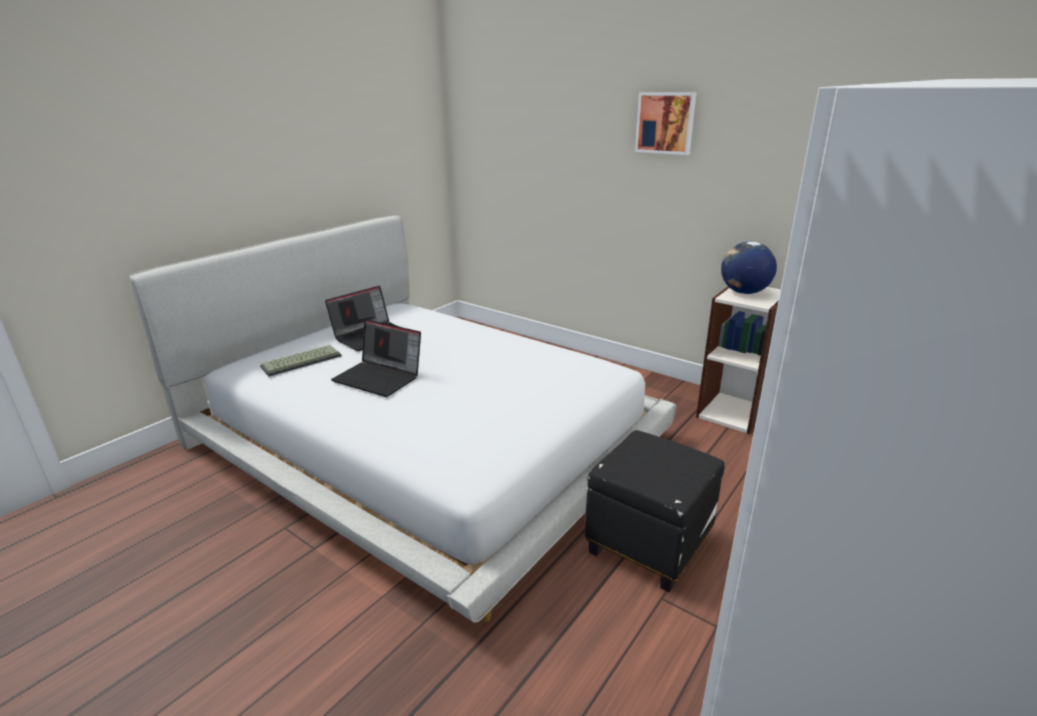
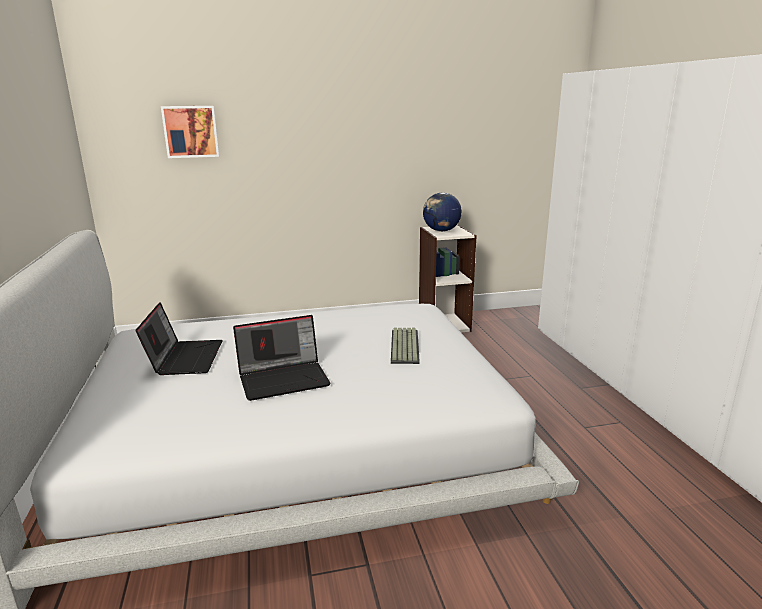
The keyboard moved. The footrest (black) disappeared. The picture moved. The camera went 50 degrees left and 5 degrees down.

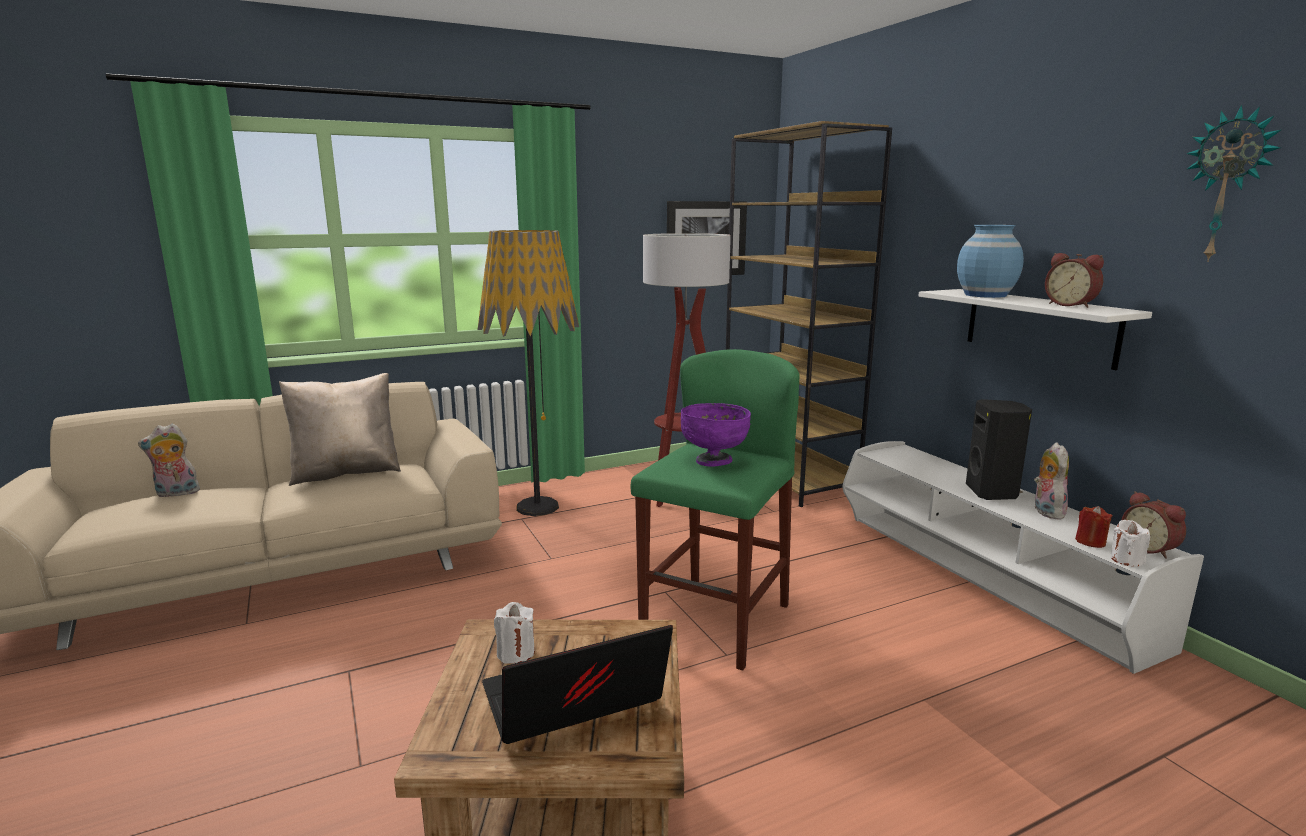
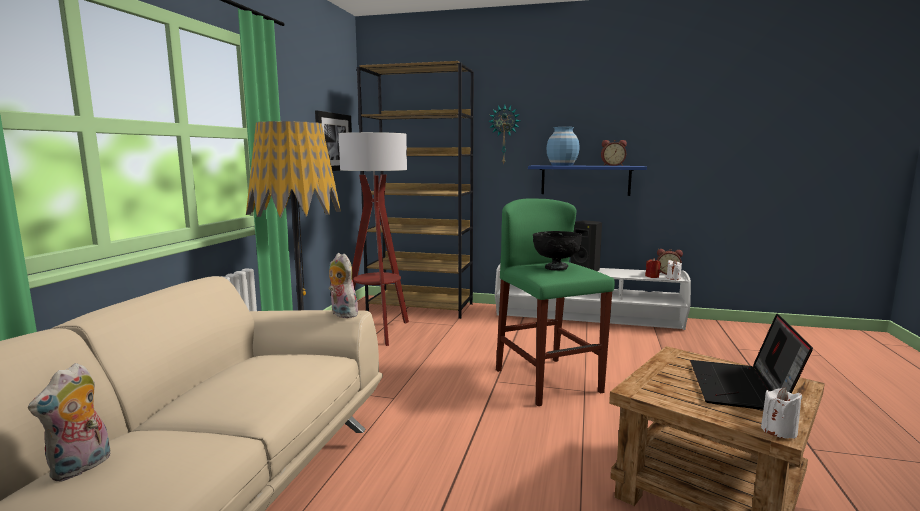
The cushion (beige-coloured) disappeared. The wax candle (white) (no. 1 from left in the first image) moved. The bowl (purple) became the bowl (black). The wall shelf (white) became the wall shelf (bluish). The cuddly toy (no. 2 from left) moved. The hanging clock moved. The camera went 50 degrees left and 5 degrees down.

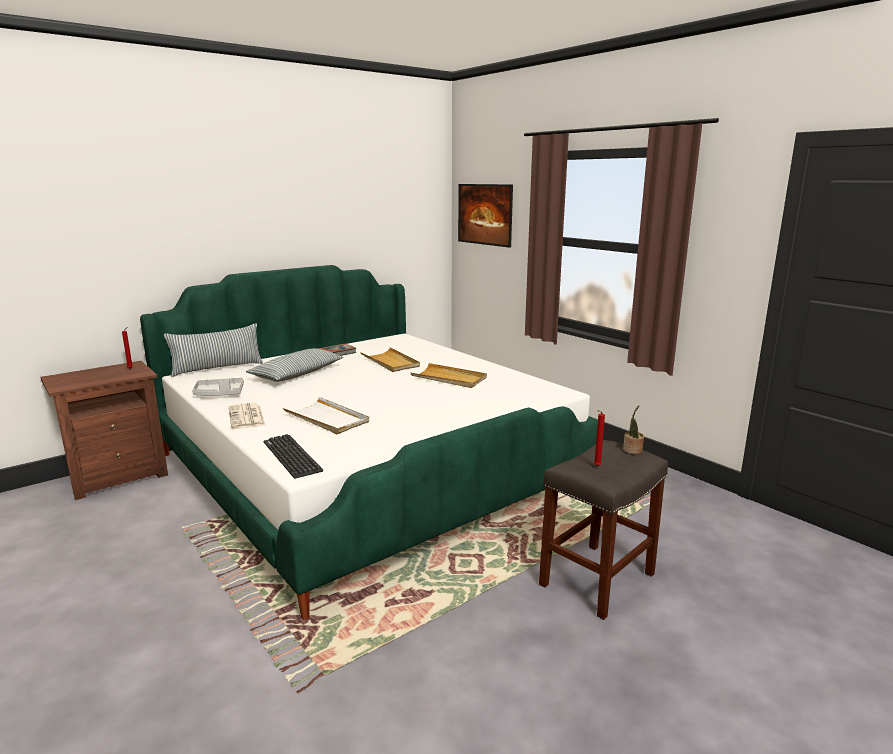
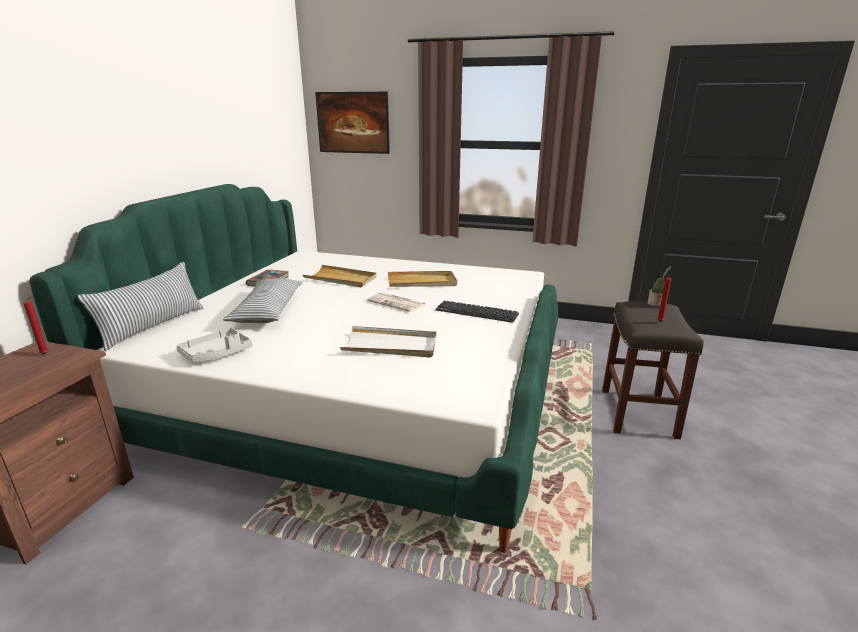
The printed paper moved. The keyboard moved. The camera went 35 degrees left and 5 degrees up.

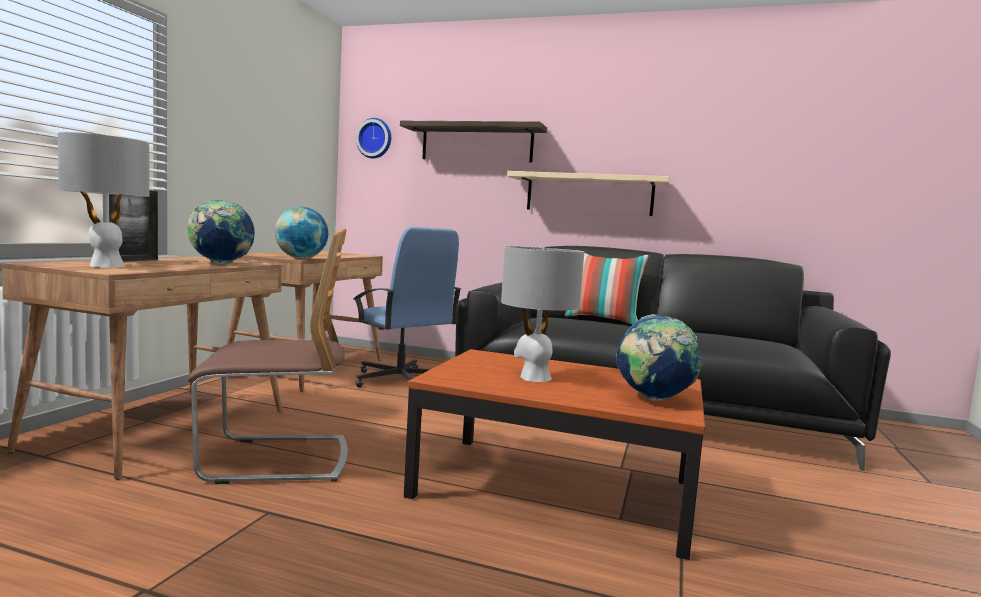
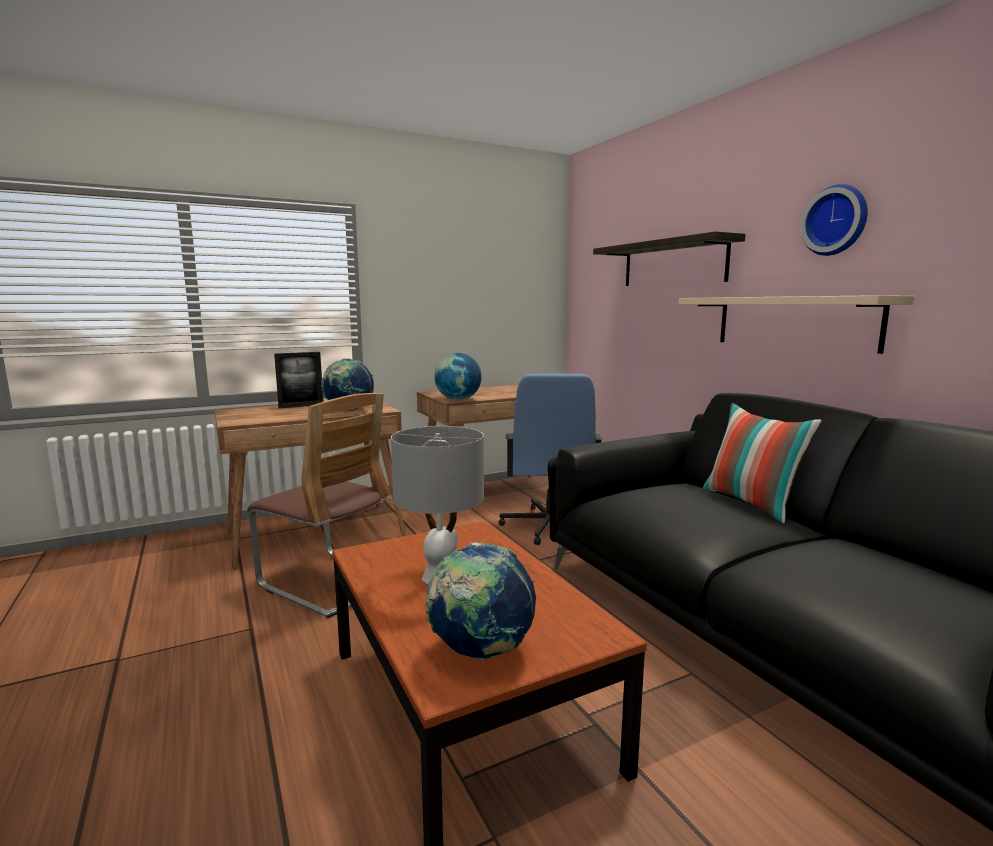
The table lamp (grey) (no. 1 from left) disappeared. The hanging clock moved. The camera went 45 degrees right and 5 degrees up.

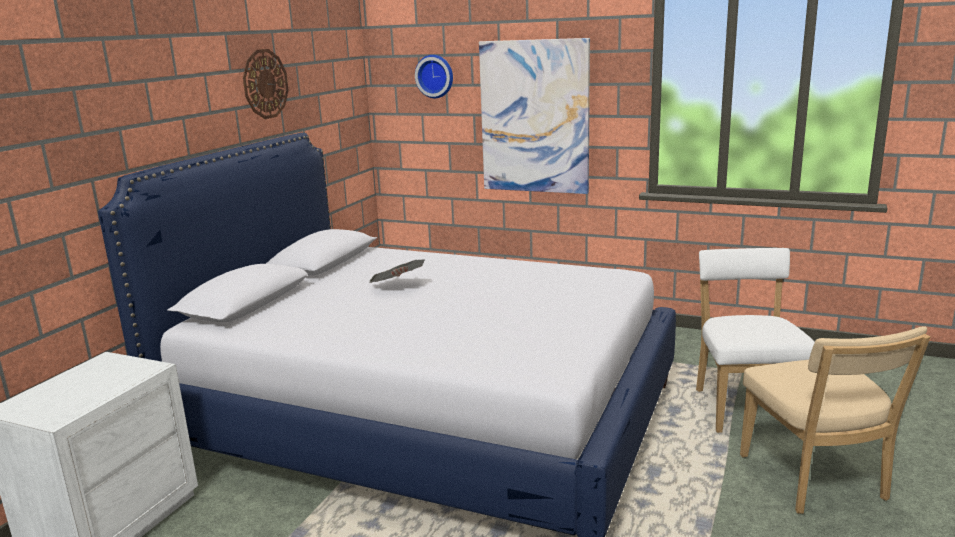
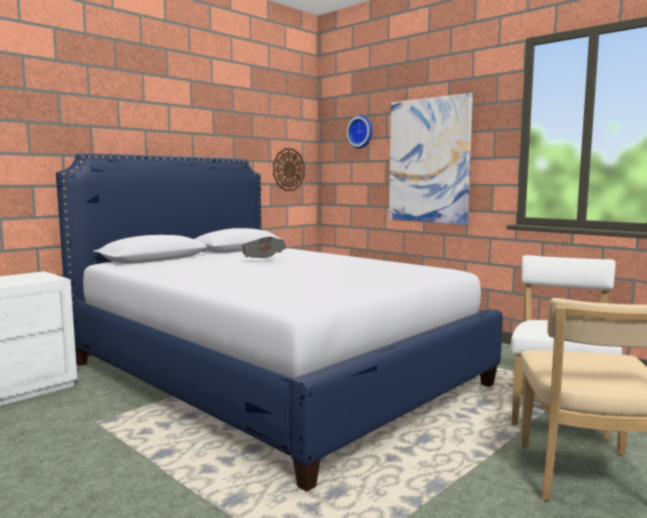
The hanging clock (no. 1 from left) moved. The camera went 20 degrees right and 10 degrees down.

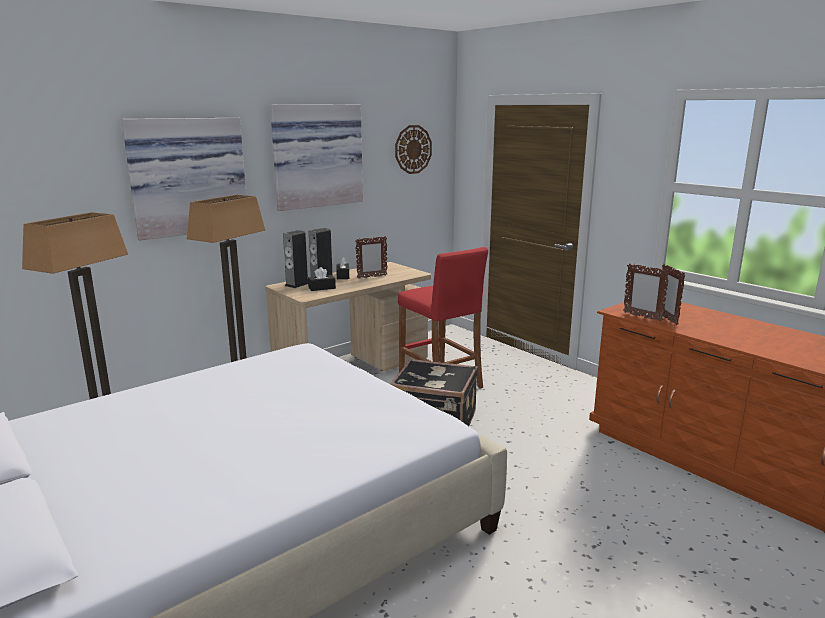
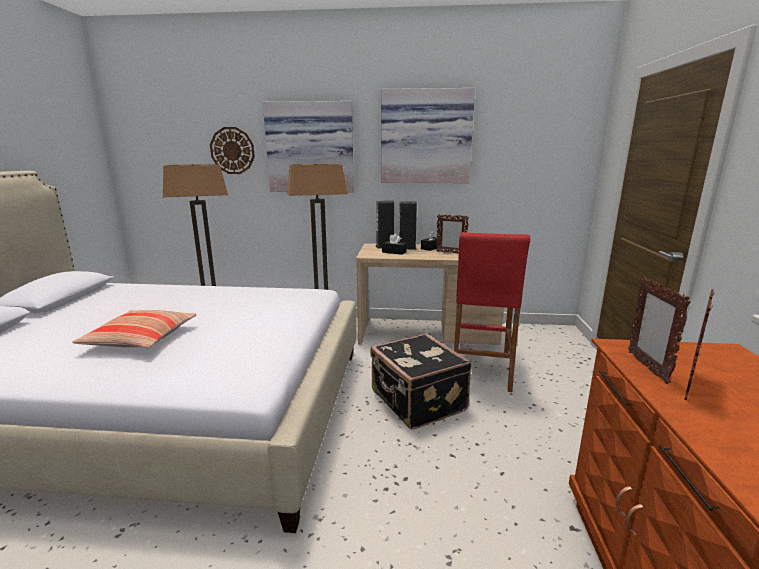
The hanging clock moved. The cushion appeared. The camera went 45 degrees right and 0 degrees up.

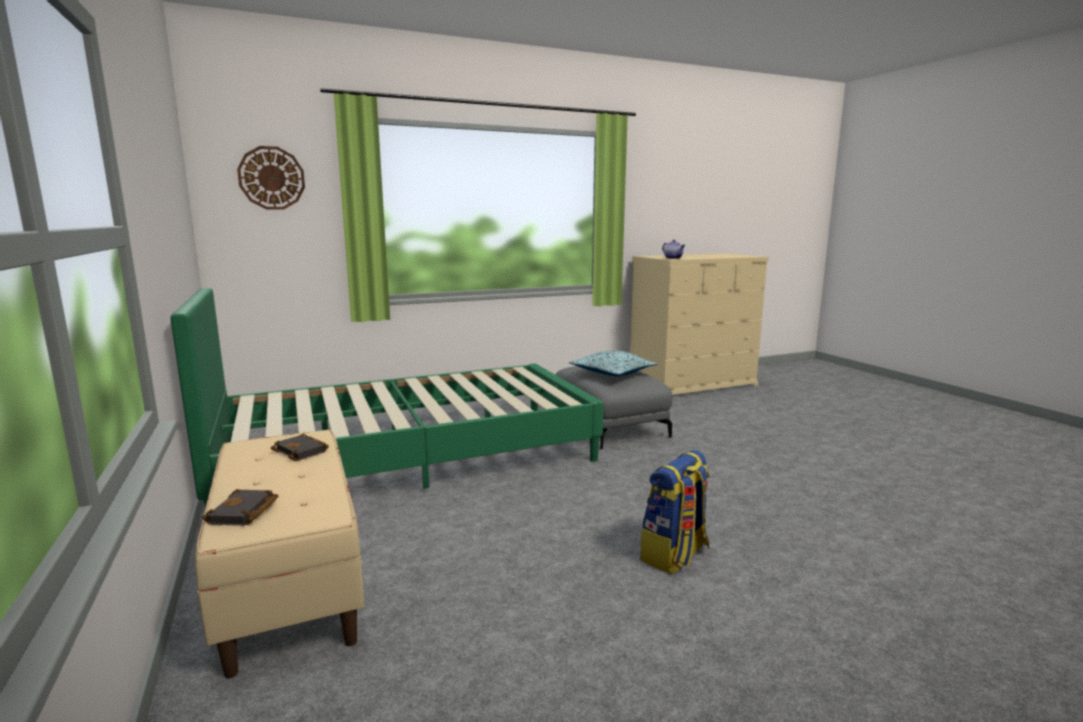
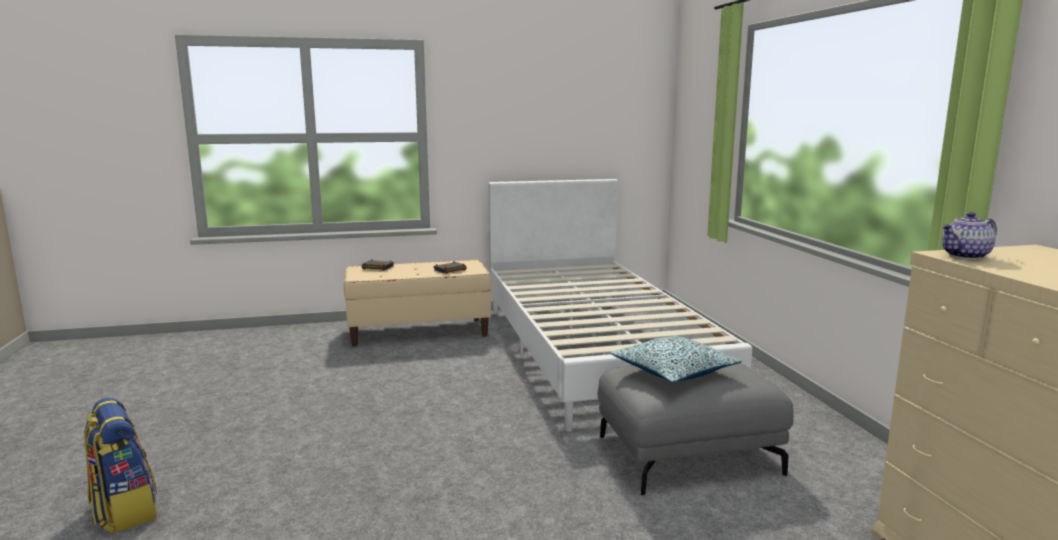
The bedroom bed (green-coloured) became the bedroom bed (white). The hanging clock disappeared. The rucksack moved. The camera went 100 degrees right and 0 degrees up.

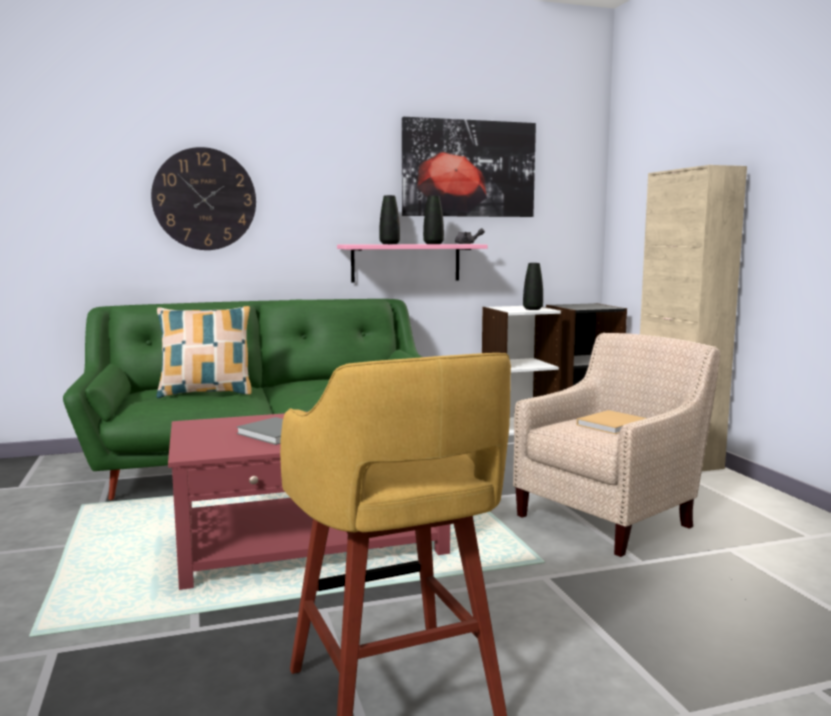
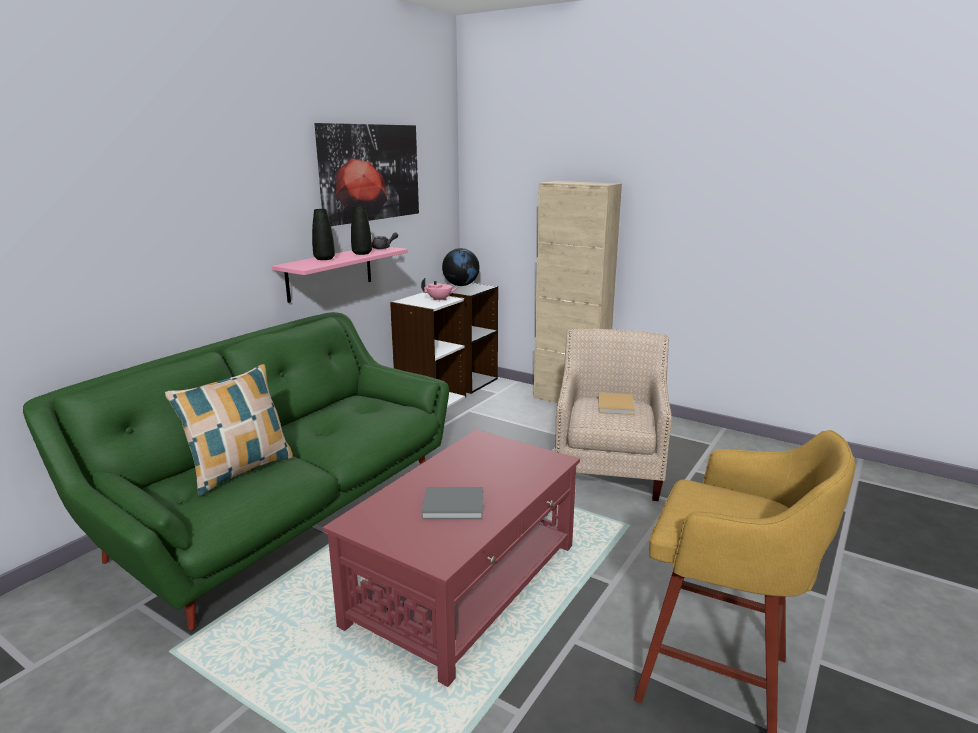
The hanging clock disappeared. The decorative vase (black) (no. 3 from left) was replaced by the tea pot (pinkish). The globe appeared. The camera went 40 degrees left and 10 degrees up.

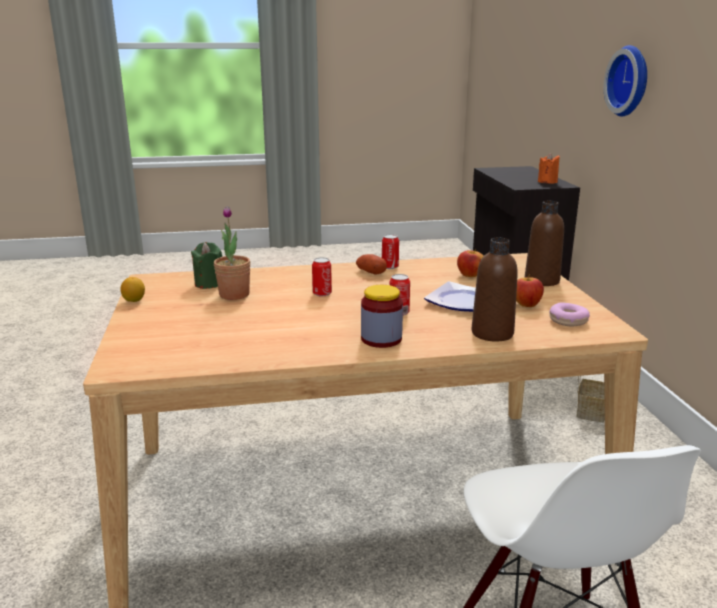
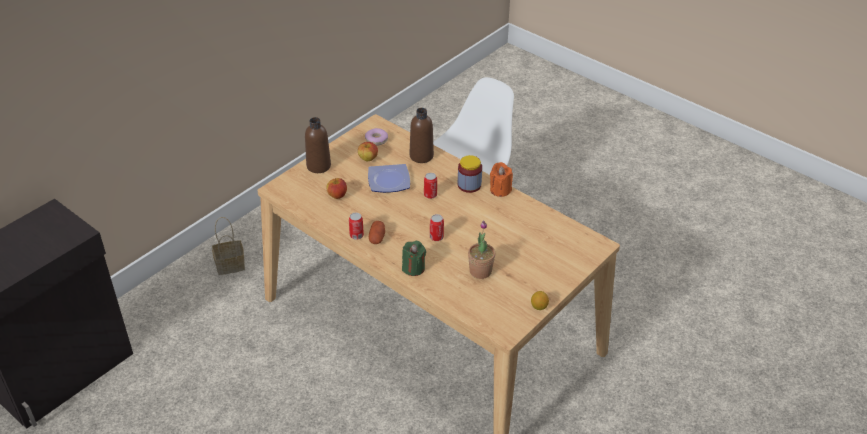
The wax candle (green-coloured) moved. The wax candle (orange-coloured) moved. The hanging clock disappeared. The camera went 130 degrees left and 20 degrees up.

